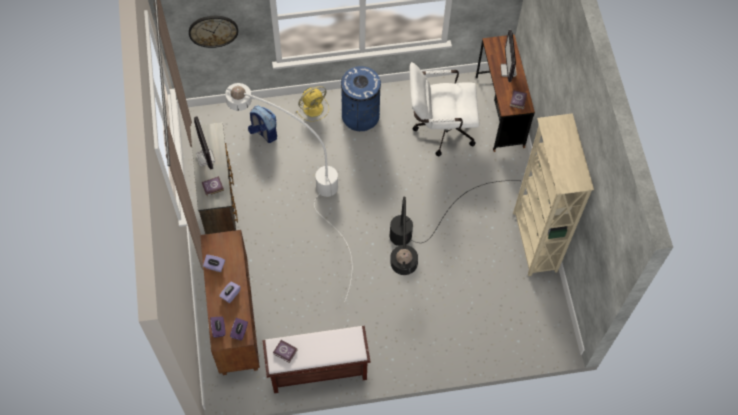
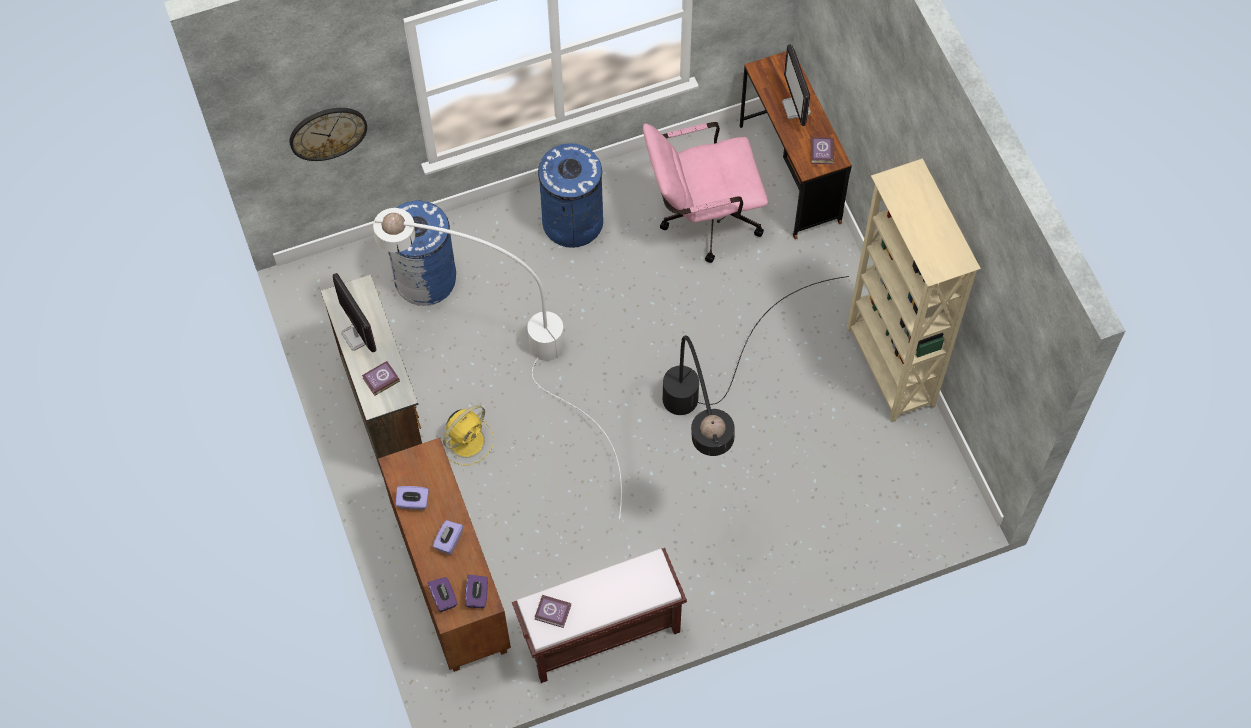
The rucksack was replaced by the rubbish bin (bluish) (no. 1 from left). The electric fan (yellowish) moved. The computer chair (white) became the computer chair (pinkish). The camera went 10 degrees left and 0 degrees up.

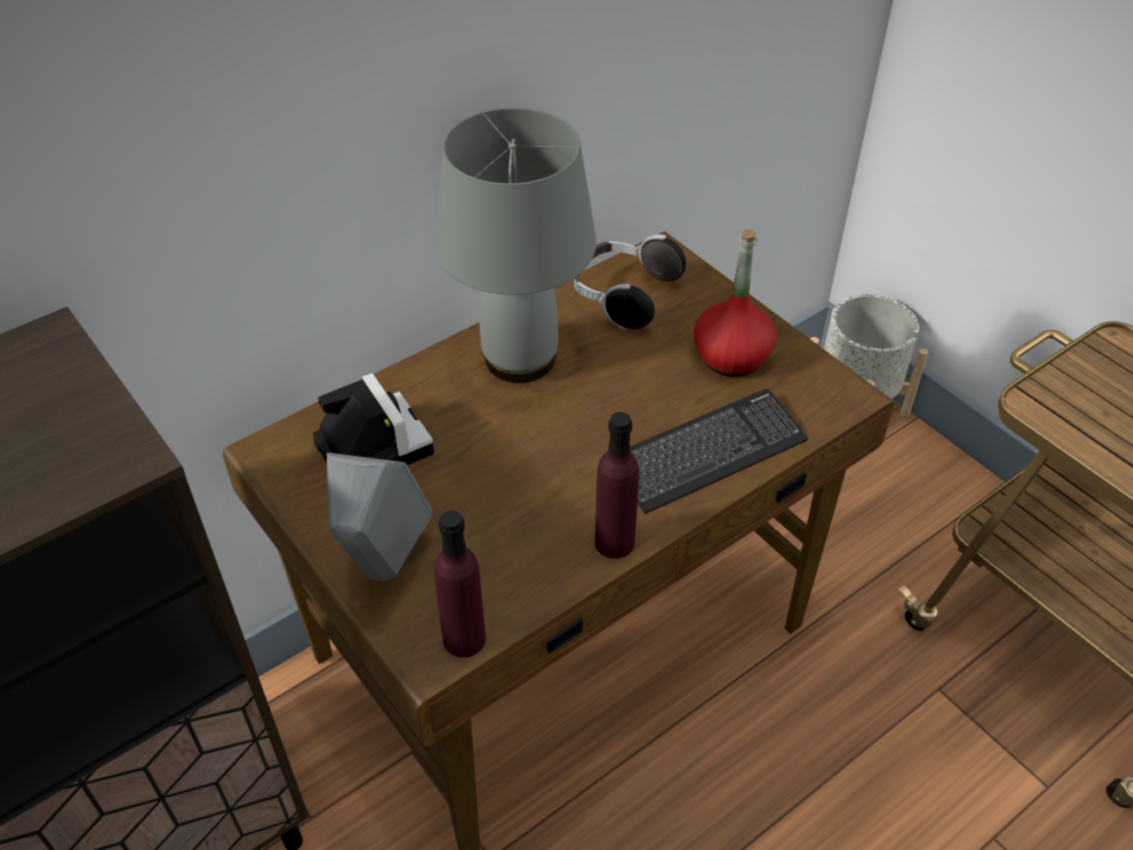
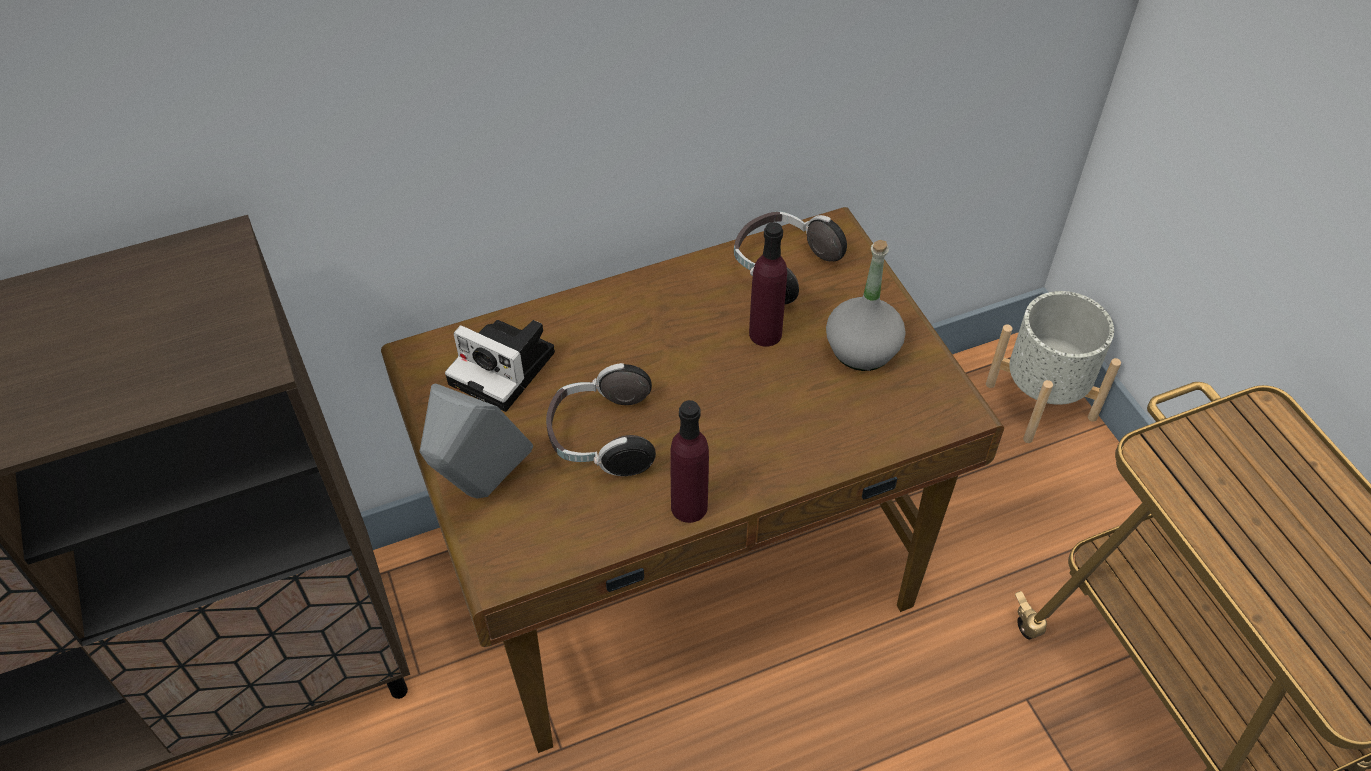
The still camera turned 135 degrees clockwise. The beverage bottle (purple) (no. 1 from left in the first image) moved. The table lamp (grey) disappeared. The keyboard disappeared. The beverage bottle (reddish) became the beverage bottle (grey). The headphones (no. 1 from left) appeared. The camera went 15 degrees right and 5 degrees up.

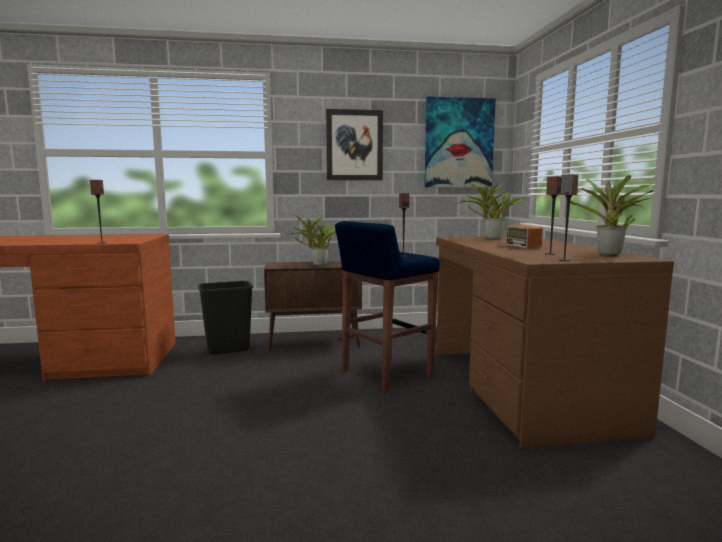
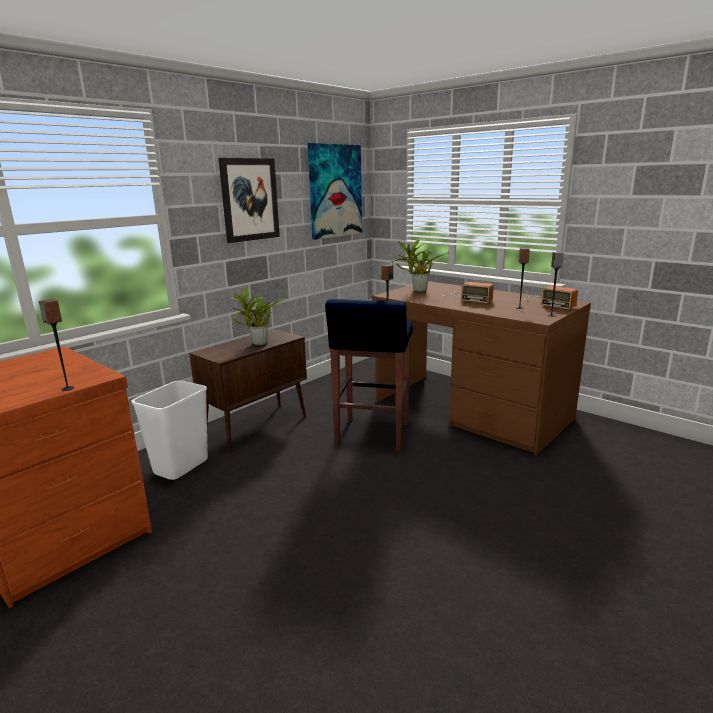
The rubbish bin (black) became the rubbish bin (white). The plant in a pot (no. 3 from left) was replaced by the radio (no. 2 from left). The camera went 40 degrees left and 10 degrees up.

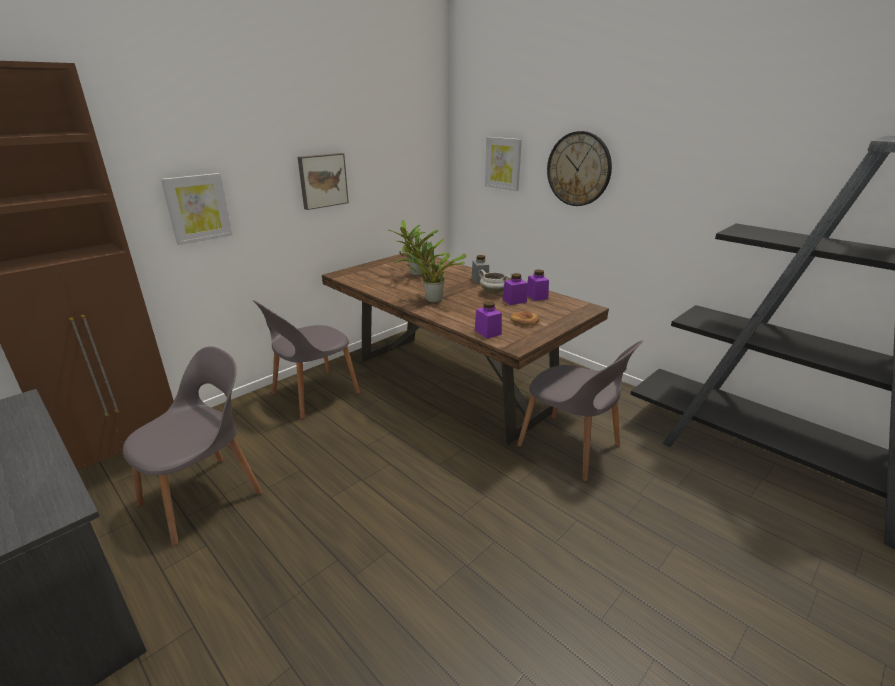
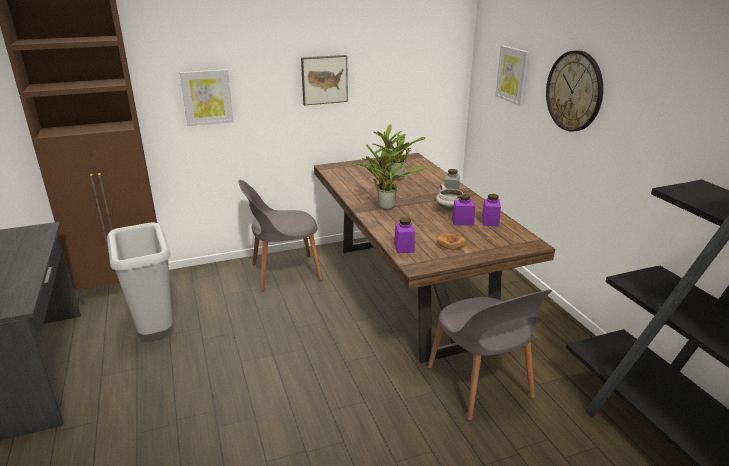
The plain chair (grey) (no. 1 from left) was replaced by the rubbish bin (grey). The camera went 25 degrees right and 0 degrees up.

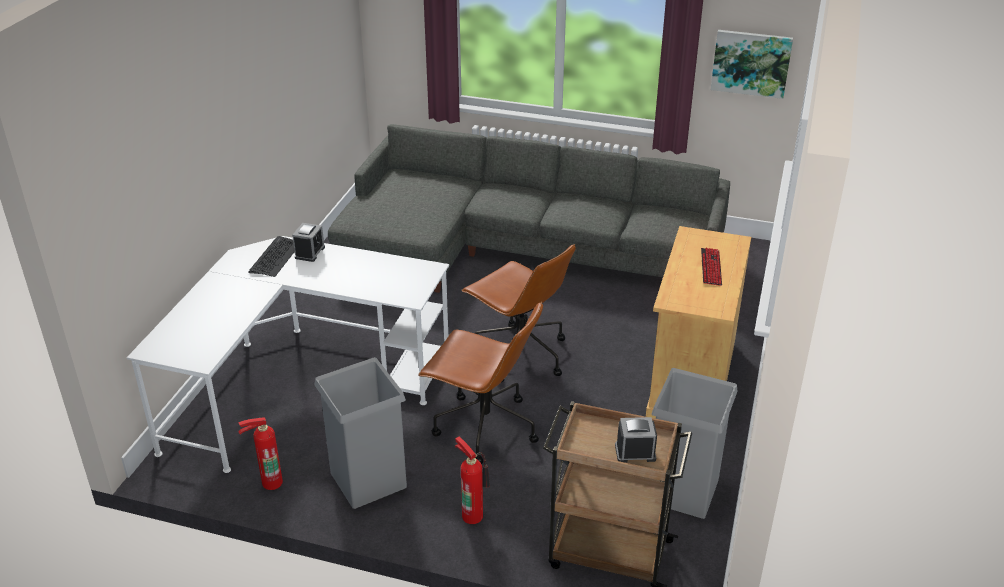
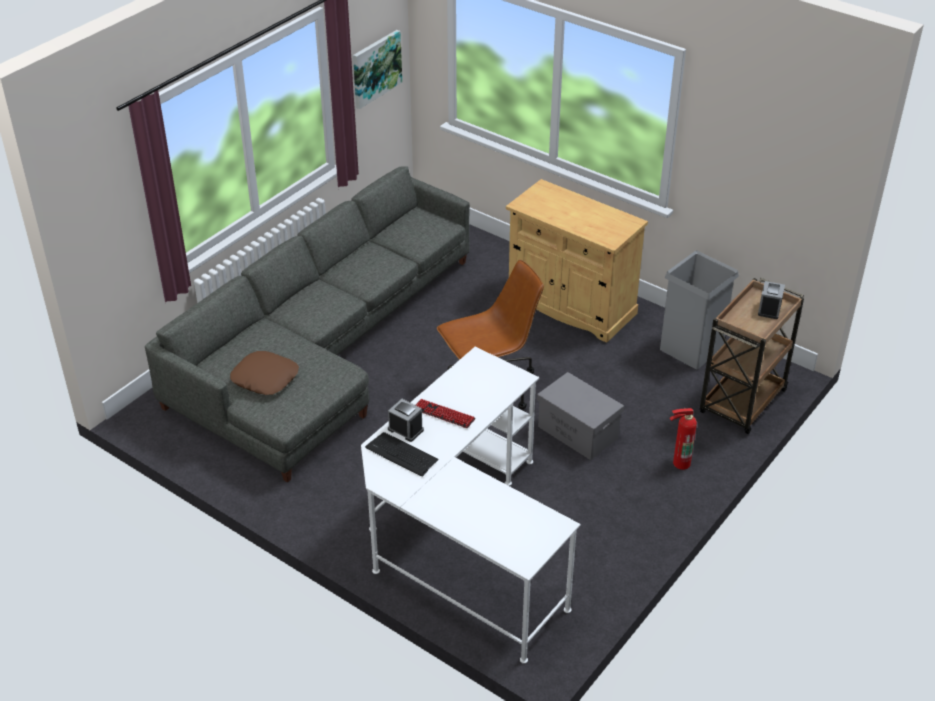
The extinguisher (no. 1 from left) disappeared. The rubbish bin (grey) (no. 1 from left) disappeared. The computer chair (brown-coloured) (no. 1 from left) was replaced by the storage bin (grey). The keyboard (no. 2 from left) moved. The cushion (brown-coloured) appeared. The camera went 70 degrees left and 5 degrees up.

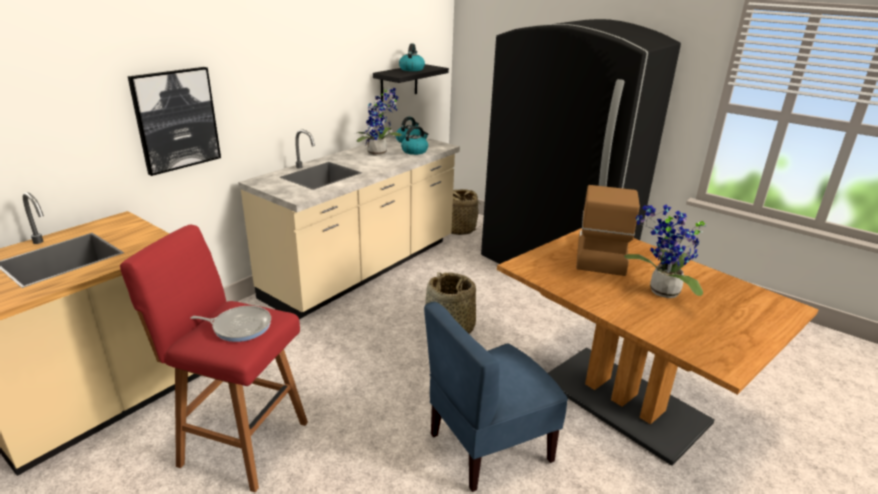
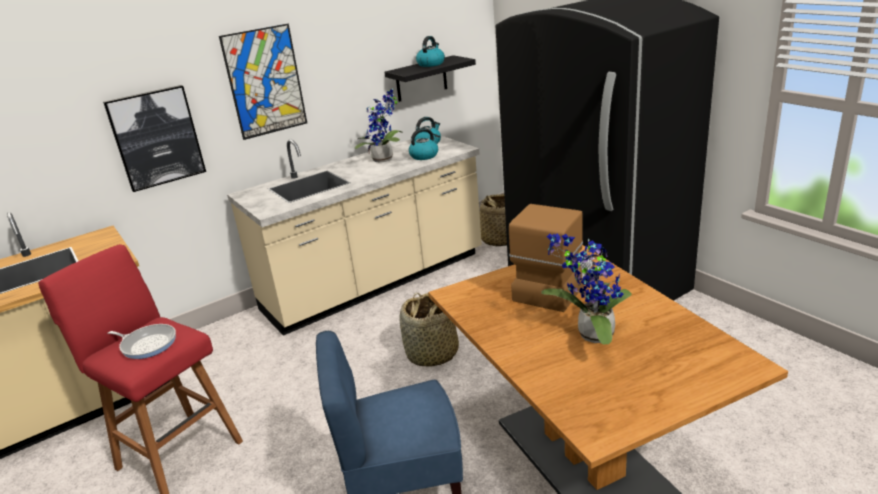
The picture (no. 2 from left) appeared. The camera went 20 degrees right and 0 degrees up.

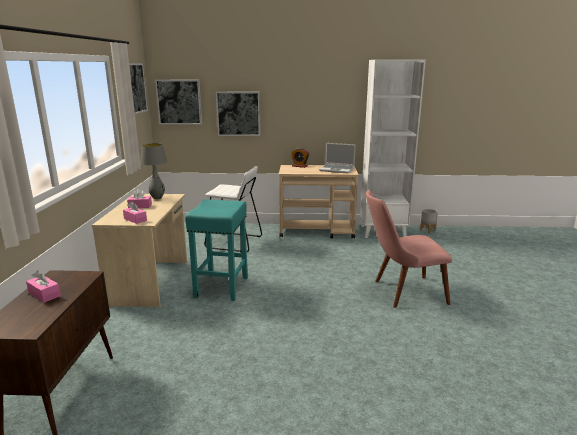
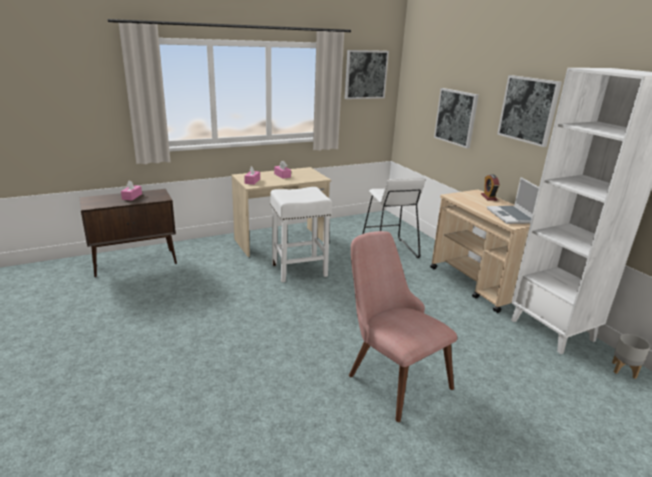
The table lamp (grey) disappeared. The picture (no. 2 from left in the first image) moved. The stool (turquoise-coloured) became the stool (white) (no. 1 from left). The camera went 60 degrees right and 5 degrees up.

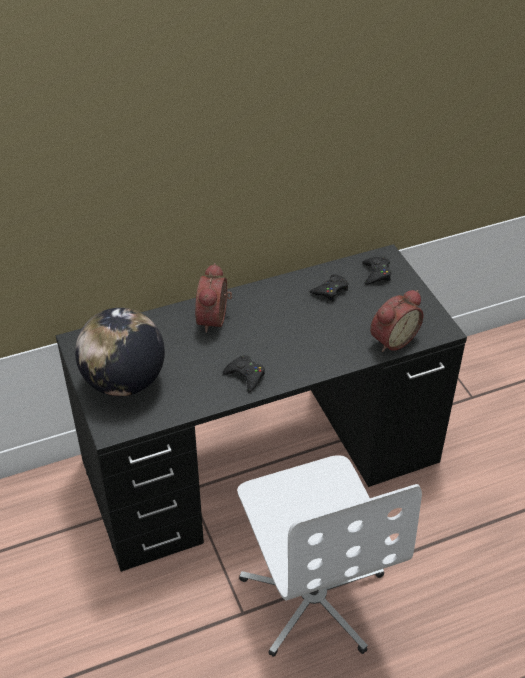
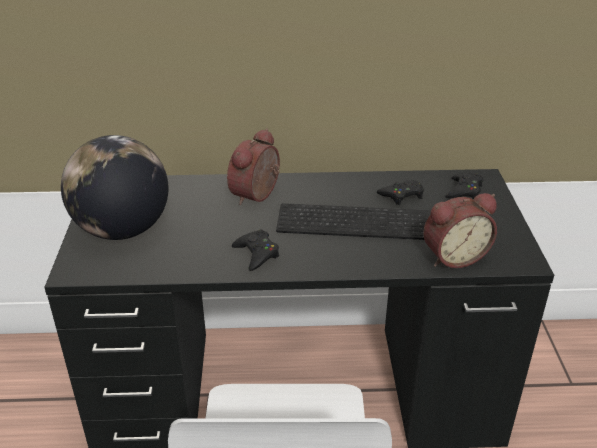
The keyboard appeared. The camera went 20 degrees right and 10 degrees down.

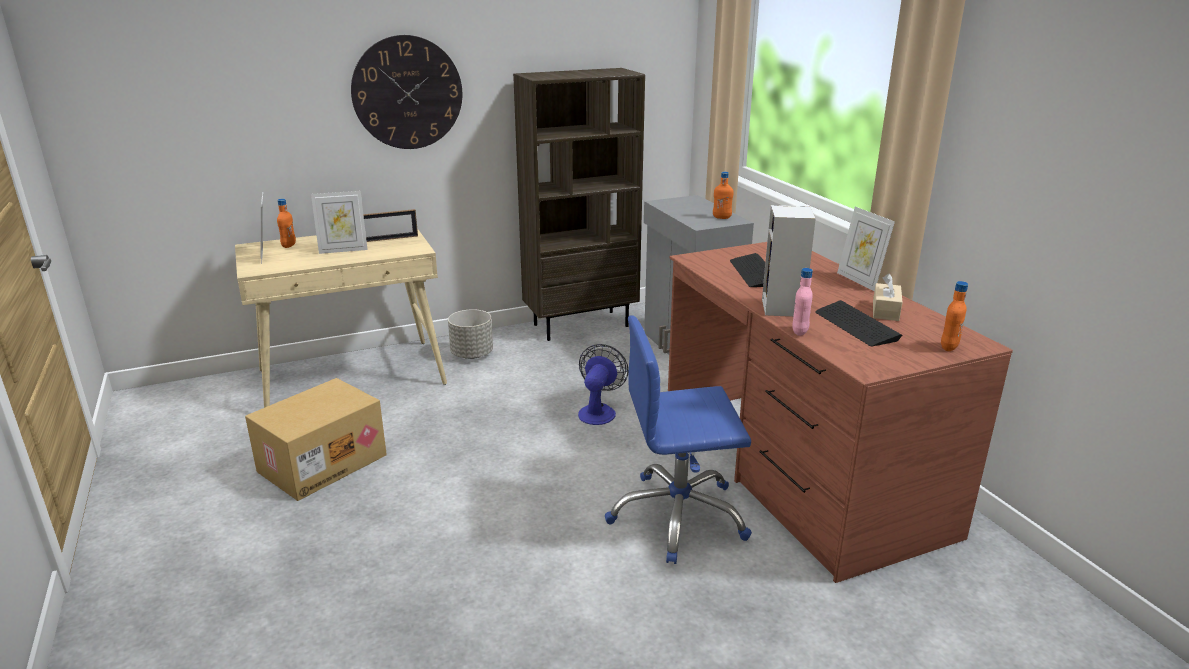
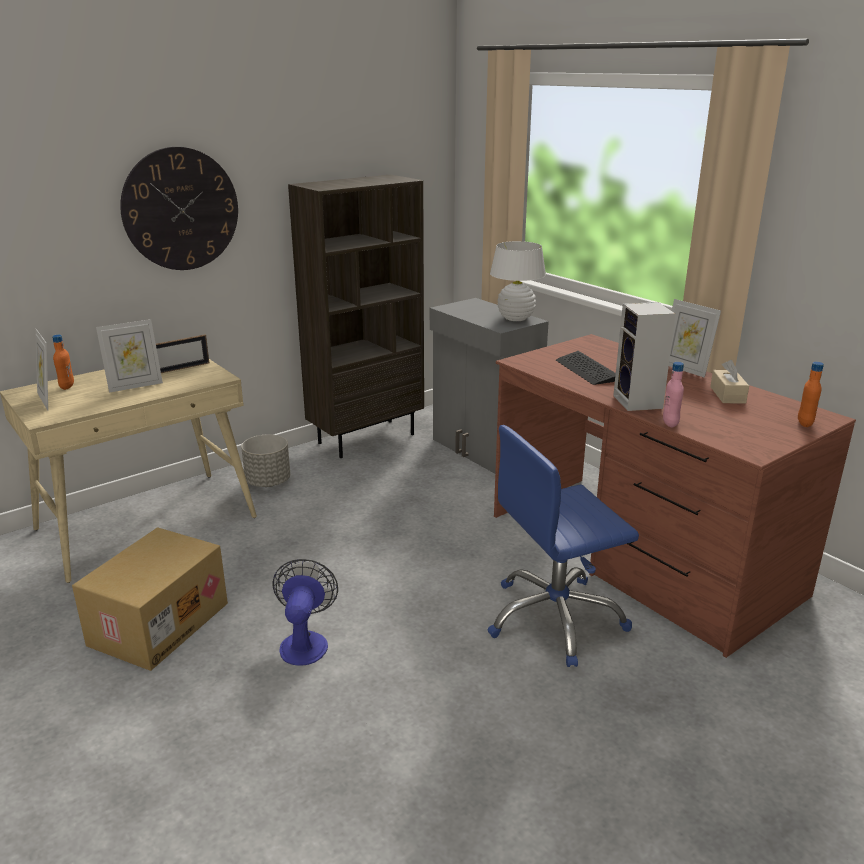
The electric fan moved. The beverage bottle (orange-coloured) (no. 2 from left) was replaced by the table lamp (white). The keyboard (no. 2 from left) disappeared. The camera went 15 degrees left and 0 degrees up.

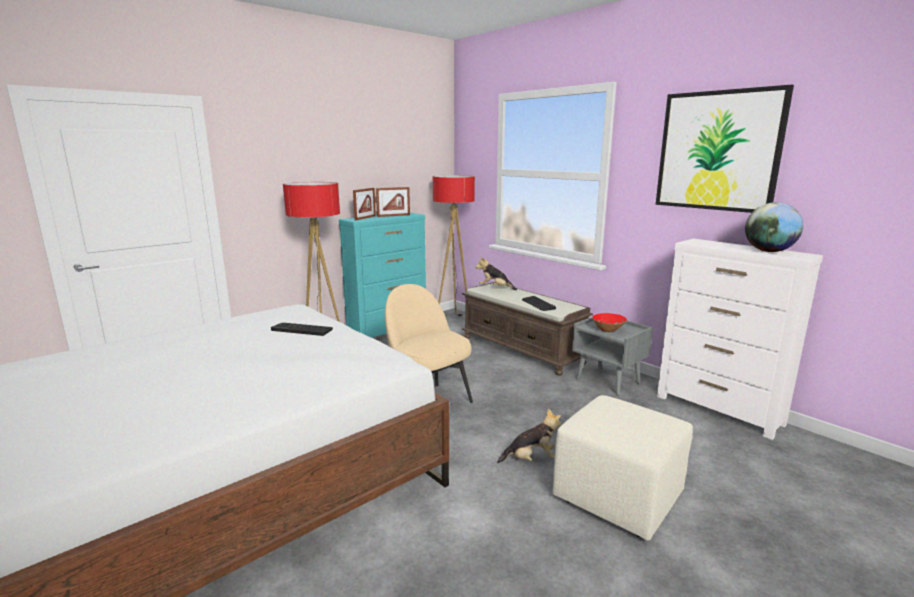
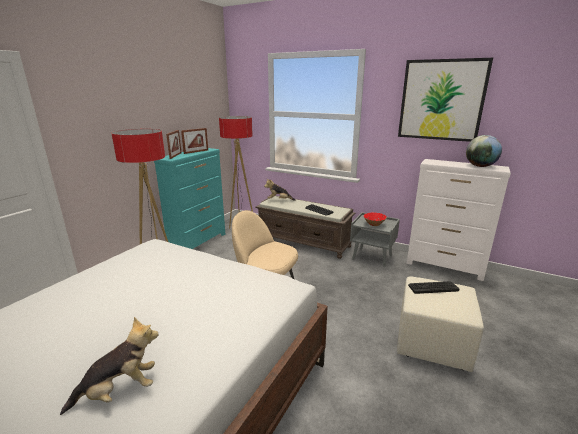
The keyboard (no. 1 from left in the first image) moved. The cuddly toy (no. 2 from left in the first image) moved. The camera went 20 degrees left and 5 degrees up.

